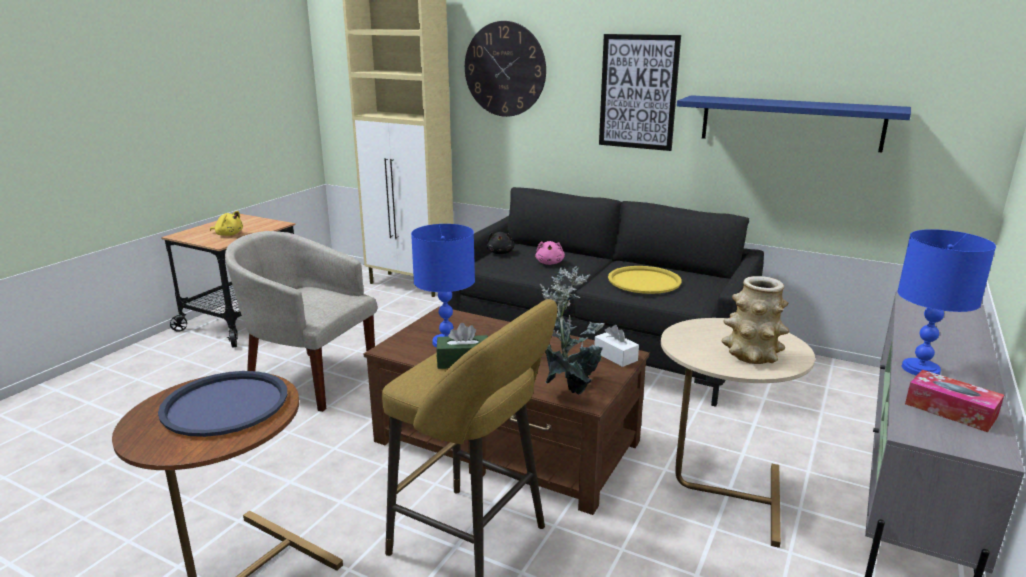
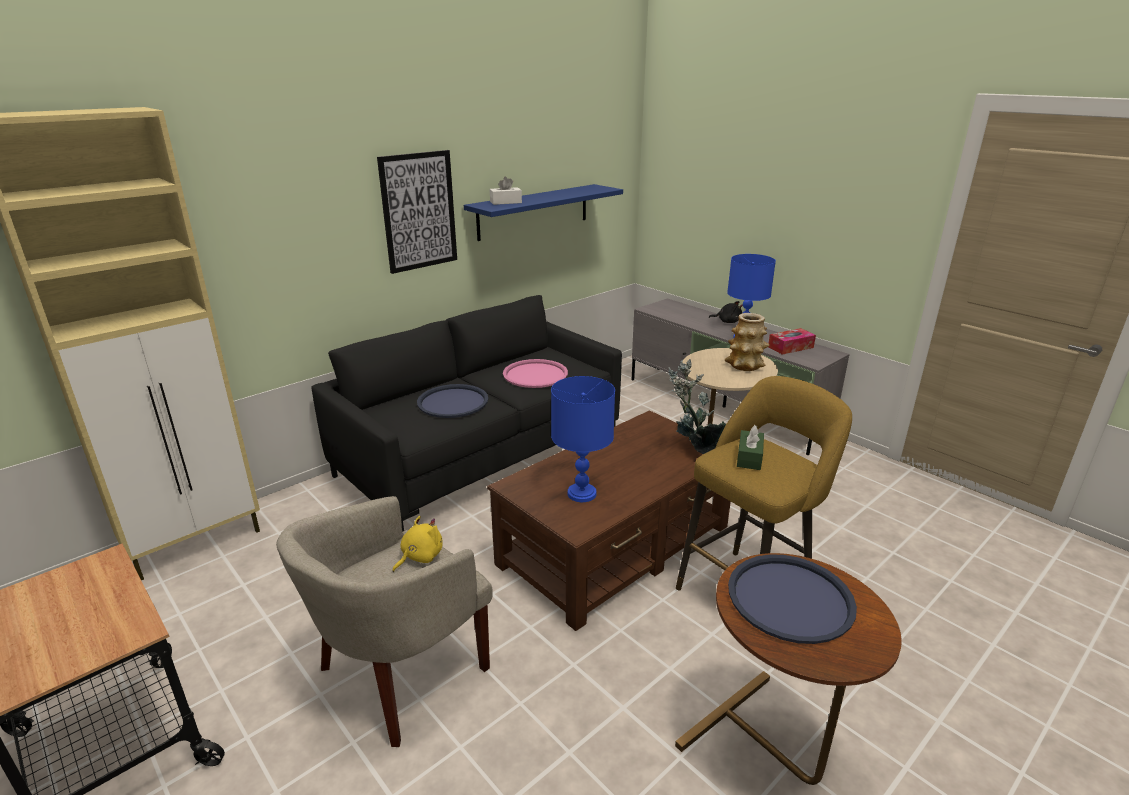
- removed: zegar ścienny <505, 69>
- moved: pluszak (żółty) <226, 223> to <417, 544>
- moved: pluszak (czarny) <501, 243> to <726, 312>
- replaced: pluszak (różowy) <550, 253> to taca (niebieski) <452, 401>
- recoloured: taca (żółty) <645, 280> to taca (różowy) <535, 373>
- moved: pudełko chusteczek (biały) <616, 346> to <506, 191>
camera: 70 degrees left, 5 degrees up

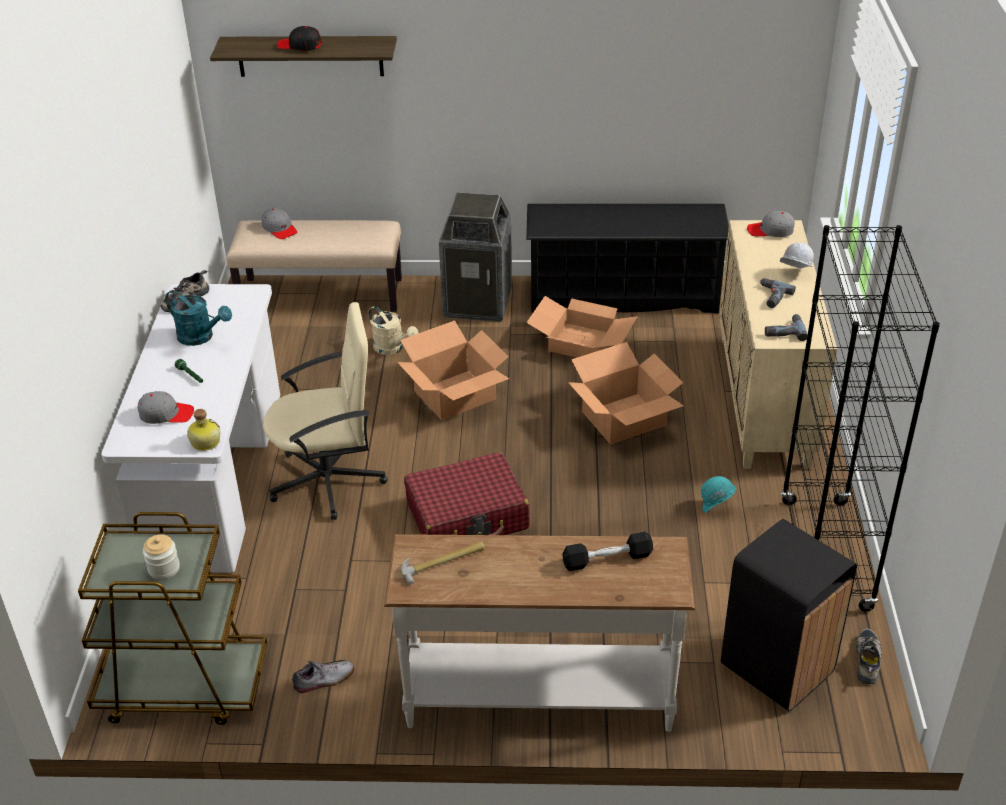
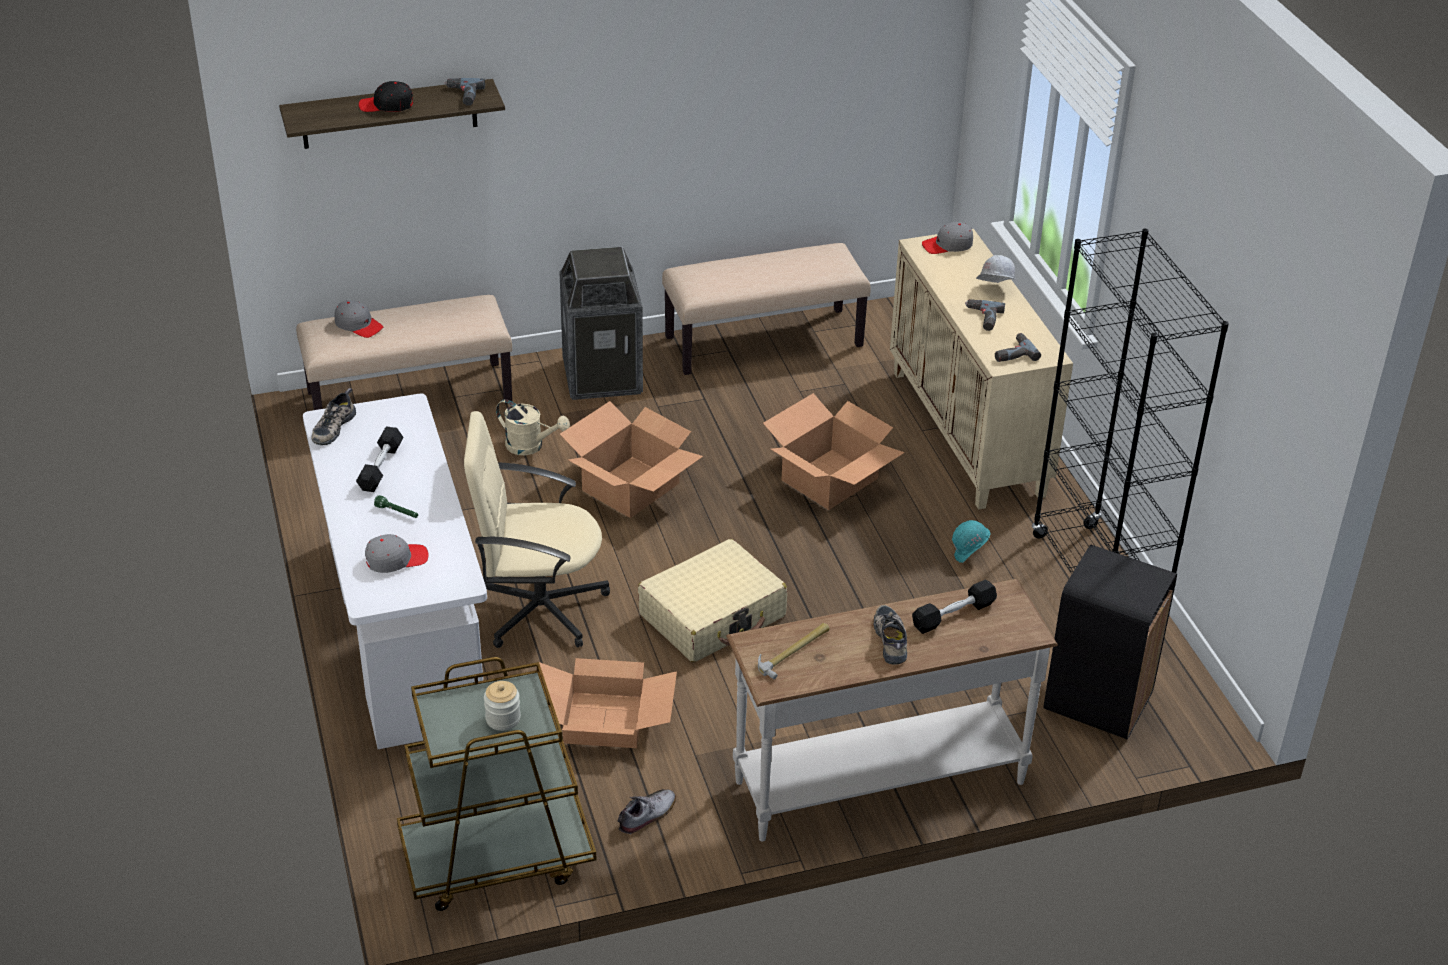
- replaced: regał na buty (czarny) <627, 258> to ławka (beżowy) <766, 309>
- replaced: konewka (turkusowy) <198, 318> to hantel (czarny) <379, 459>
- moved: karton <582, 327> to <608, 703>
- turned: krzesło biurowe (beżowy) <325, 411> = <537, 529> 150 degrees counterclockwise
- removed: butelka <203, 430>
- recoloured: walizka (czerwony) <467, 493> to walizka (beżowy) <712, 600>
- moved: but <869, 656> to <890, 635>
- added: wiertarka <465, 92>
camera: 20 degrees left, 0 degrees up

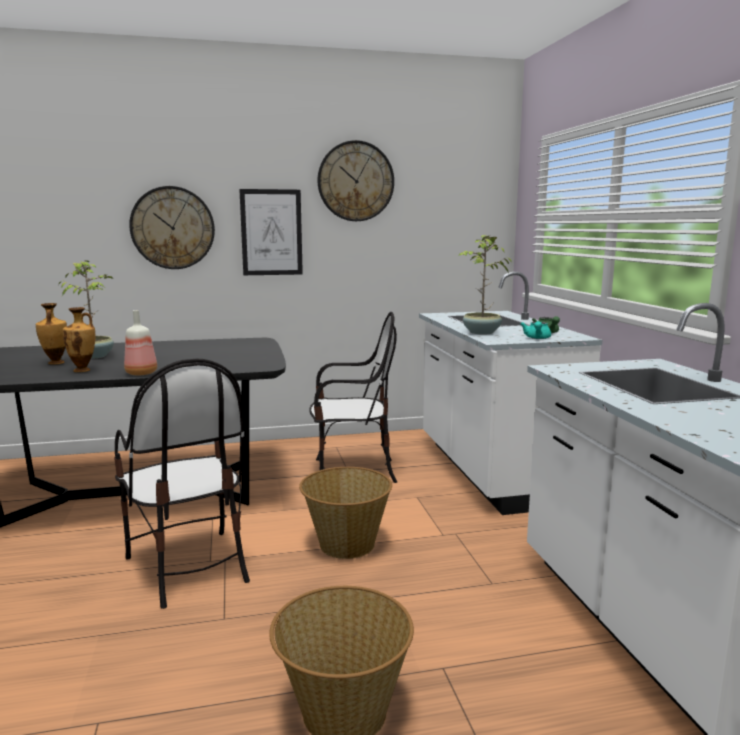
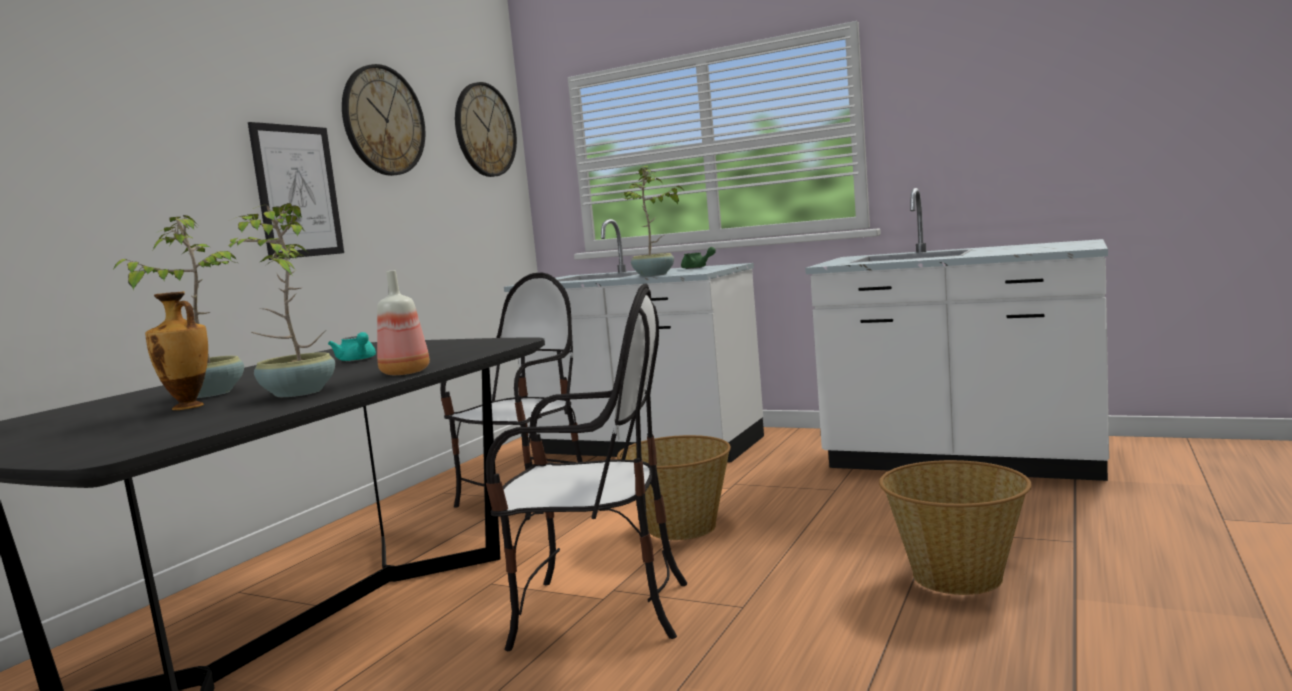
- moved: zegar ścienny <172, 227> to <486, 129>
- replaced: wazon <79, 339> to roślina doniczkowa <281, 300>
- moved: imbryk (turkusowy) <535, 330> to <352, 347>
camera: 50 degrees left, 5 degrees down

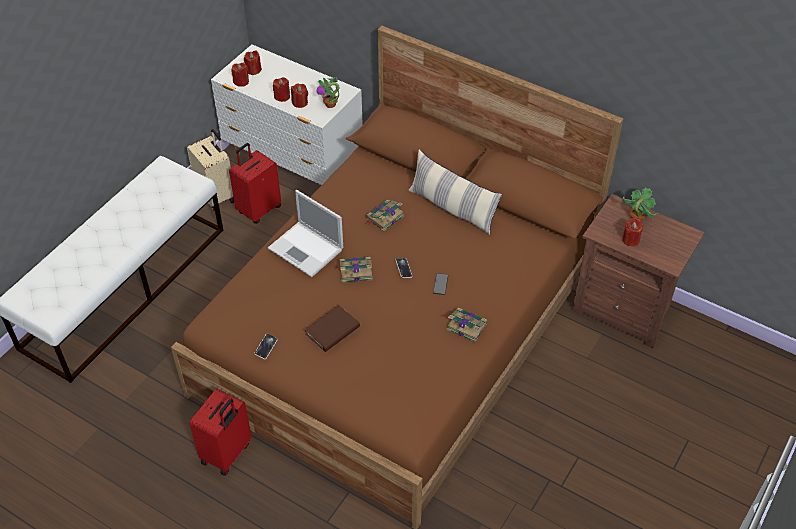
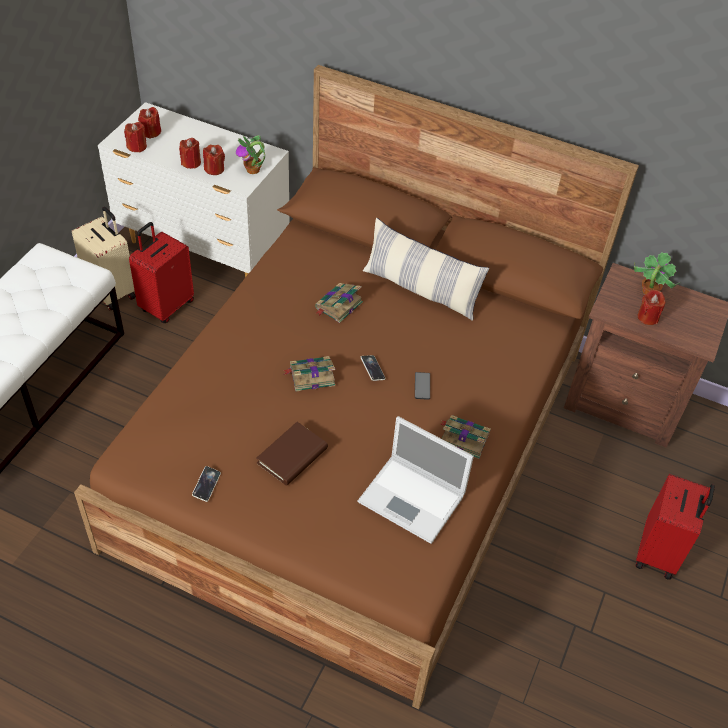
- moved: laptop <305, 233> to <415, 480>
- moved: walizka (czerwony) <221, 432> to <675, 527>
camera: 10 degrees left, 0 degrees up

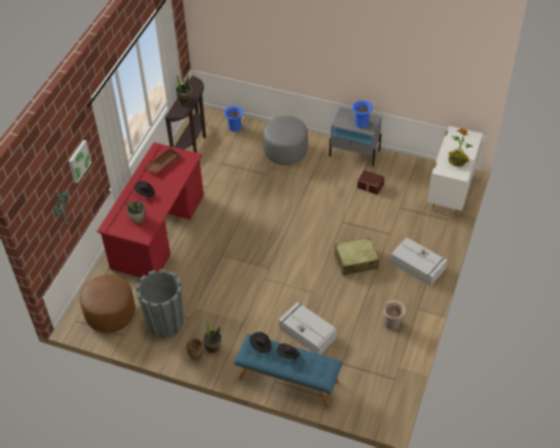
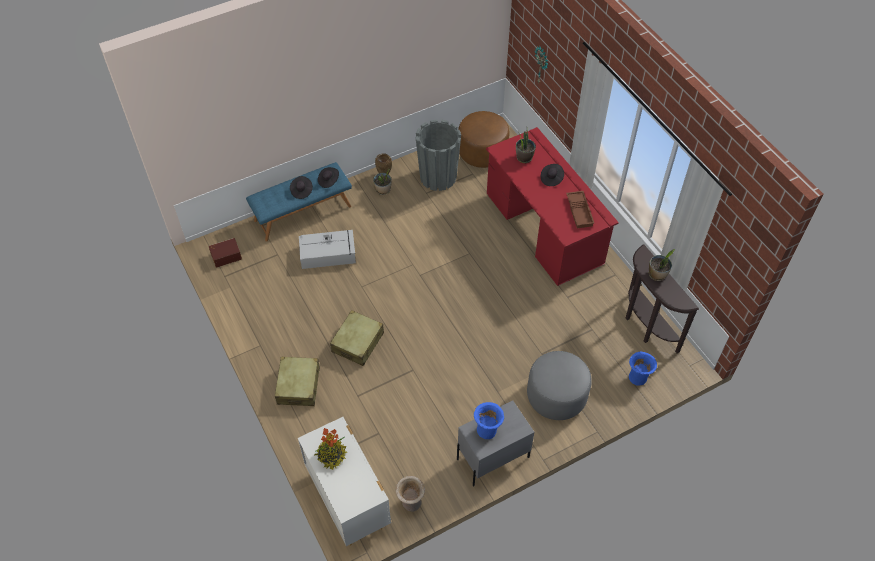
- removed: obraz <80, 162>
- moved: pojemnik do przechowywania (brązowy) <371, 182> to <225, 253>
- replaced: pojemnik do przechowywania (szary) <419, 262> to walizka (beżowy) <297, 381>
- moved: wazon (beżowy) <394, 315> to <410, 493>
camera: 130 degrees right, 5 degrees up

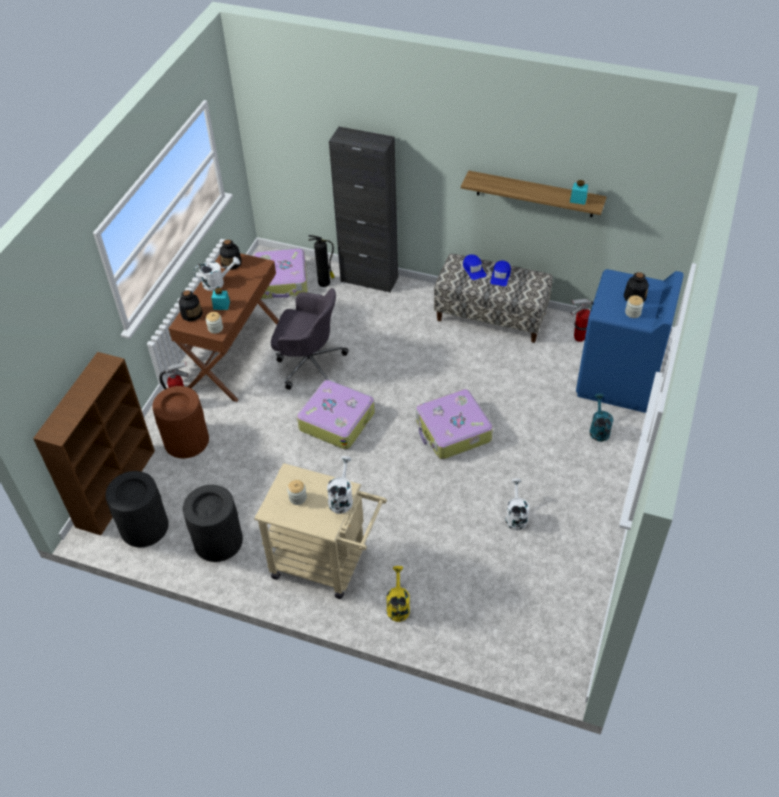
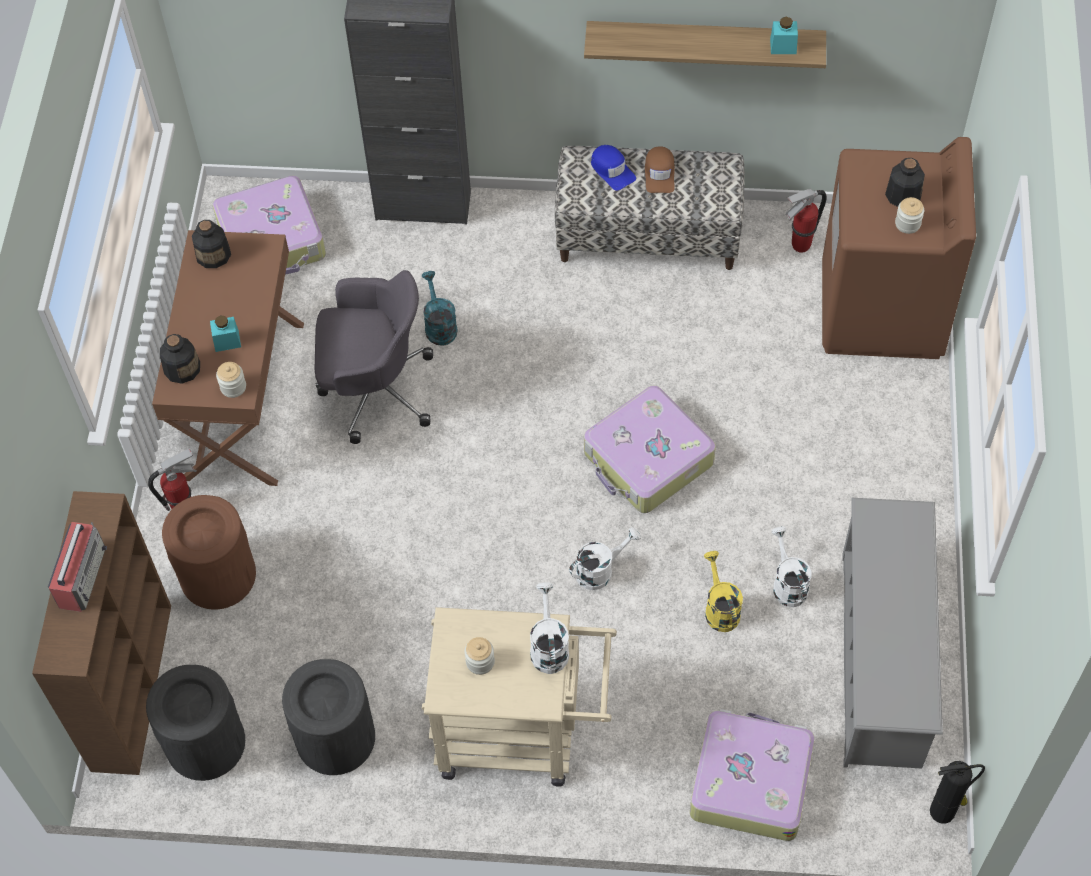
- moved: gaśnica <321, 261> to <957, 792>
- moved: konewka (biały) <217, 274> to <605, 558>
- recoloured: czapka z daszkiem (niebieski) <500, 273> to czapka z daszkiem (brązowy) <660, 169>
- recoloured: pralka (niebieski) <630, 341> to pralka (brązowy) <899, 248>
- moved: walizka <336, 414> to <752, 775>
- moved: konewka (turkusowy) <601, 418> to <439, 308>
- moved: konewka (żółty) <398, 594> to <723, 591>
- added: regał na buty (szary) <892, 633>
- added: radio <77, 567>
camera: 15 degrees left, 10 degrees up

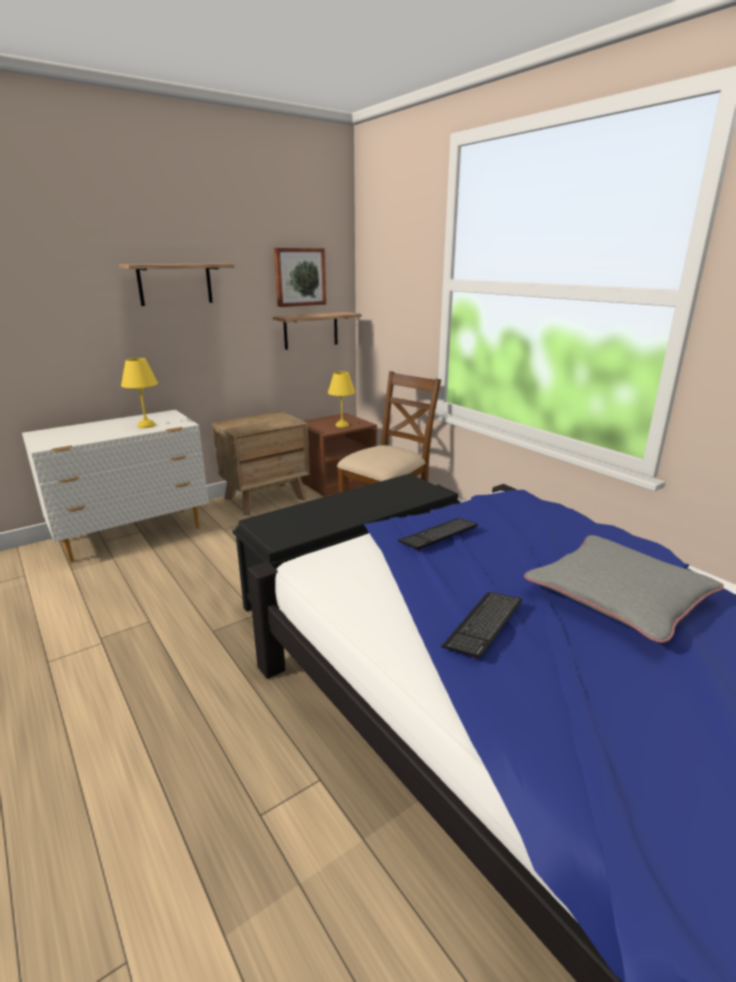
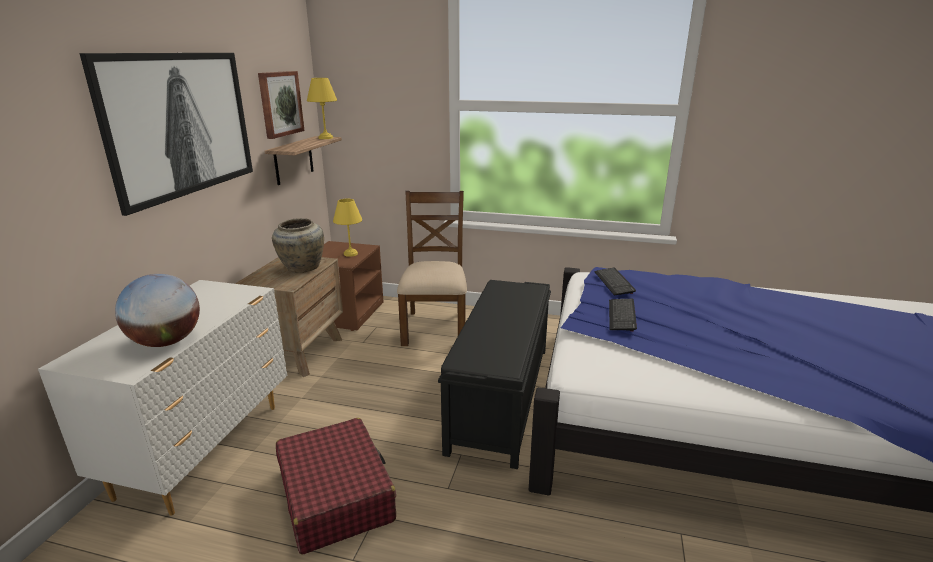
- replaced: półka <176, 285> to obraz <166, 134>
- moved: lampa stołowa (żółty) <139, 393> to <322, 108>
- removed: poduszka (szary) <624, 589>
- moved: klawiatura <481, 625> to <615, 281>
- added: wazon (beżowy) <298, 245>
- added: globus <157, 310>
- added: walizka (czerwony) <336, 486>
camera: 40 degrees left, 0 degrees up

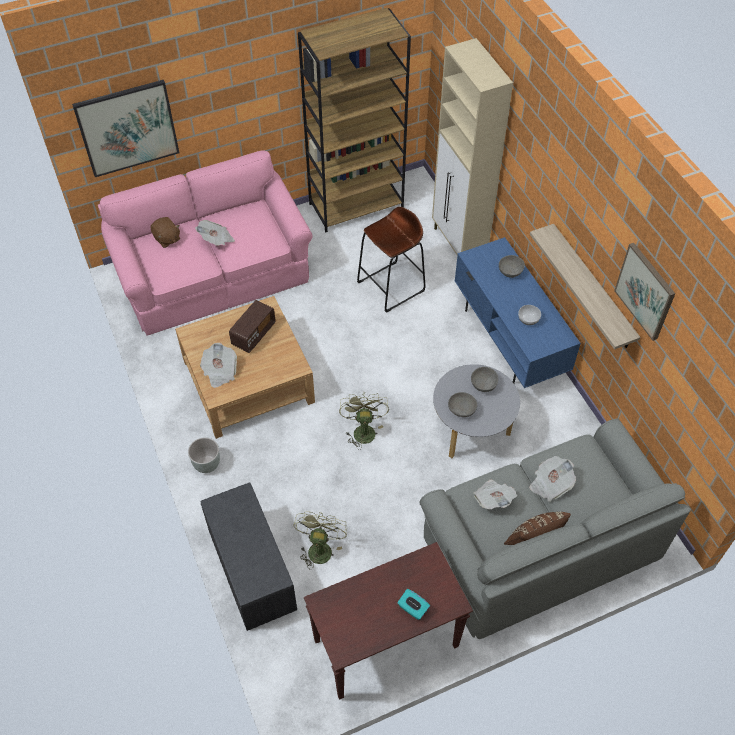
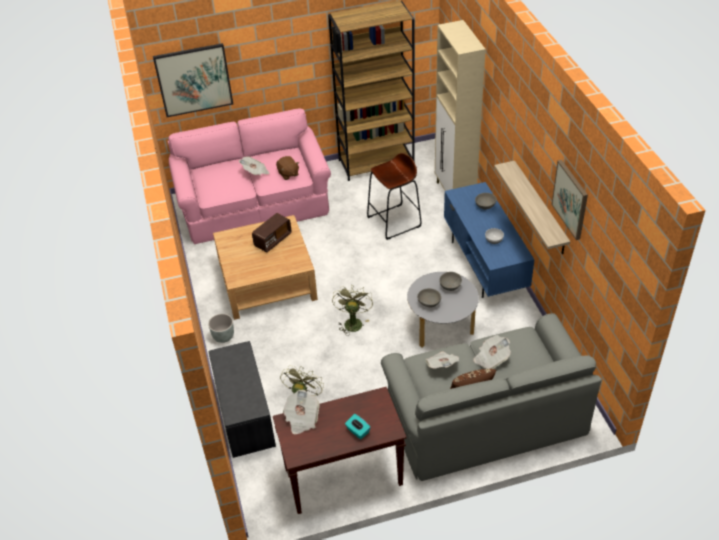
- moved: pluszak (brązowy) <165, 232> to <287, 168>
- moved: gazeta <218, 365> to <301, 412>
camera: 10 degrees right, 10 degrees down

